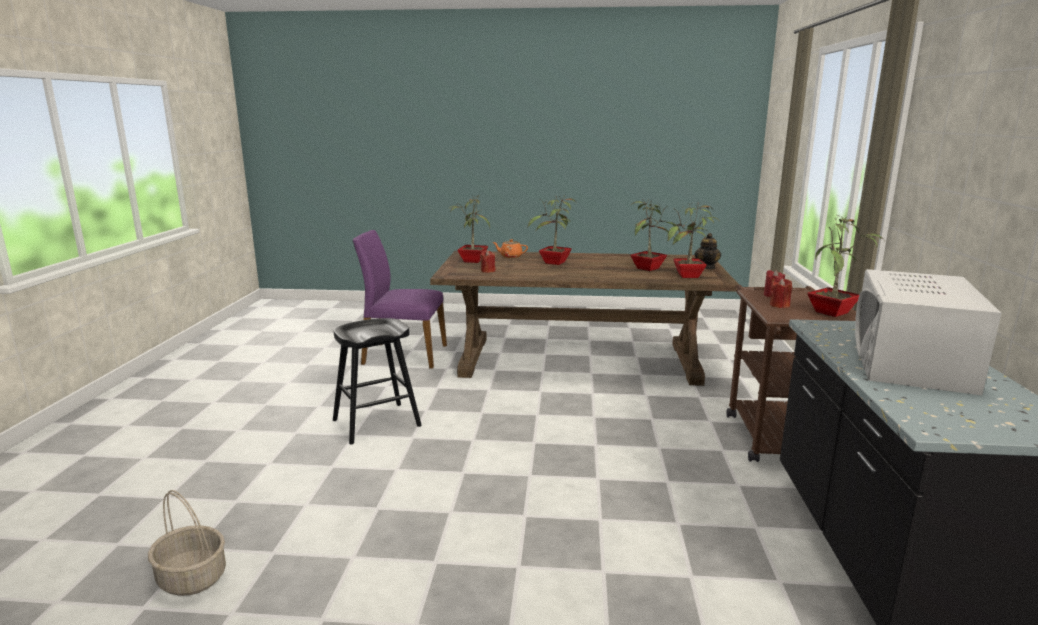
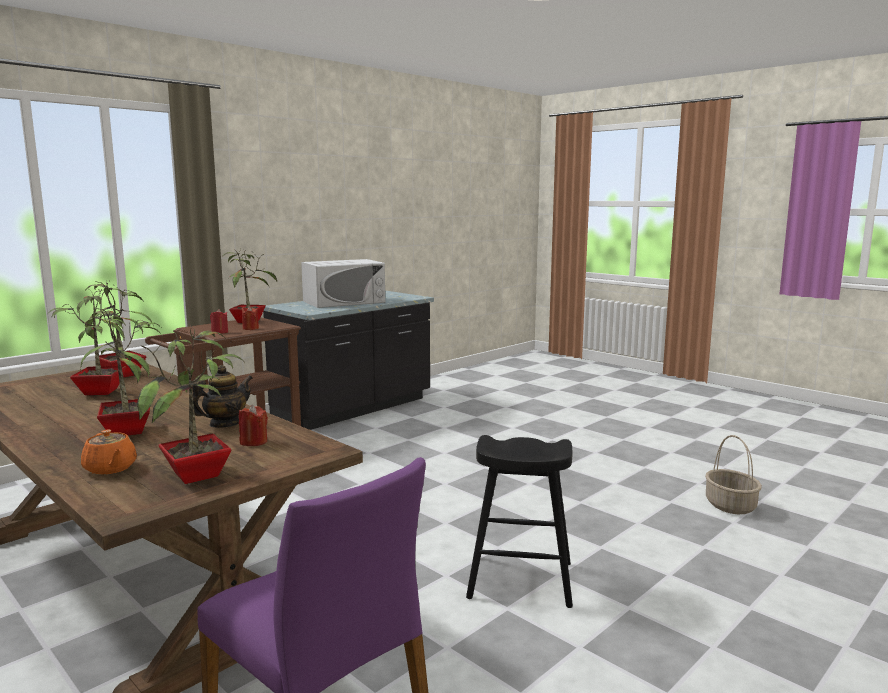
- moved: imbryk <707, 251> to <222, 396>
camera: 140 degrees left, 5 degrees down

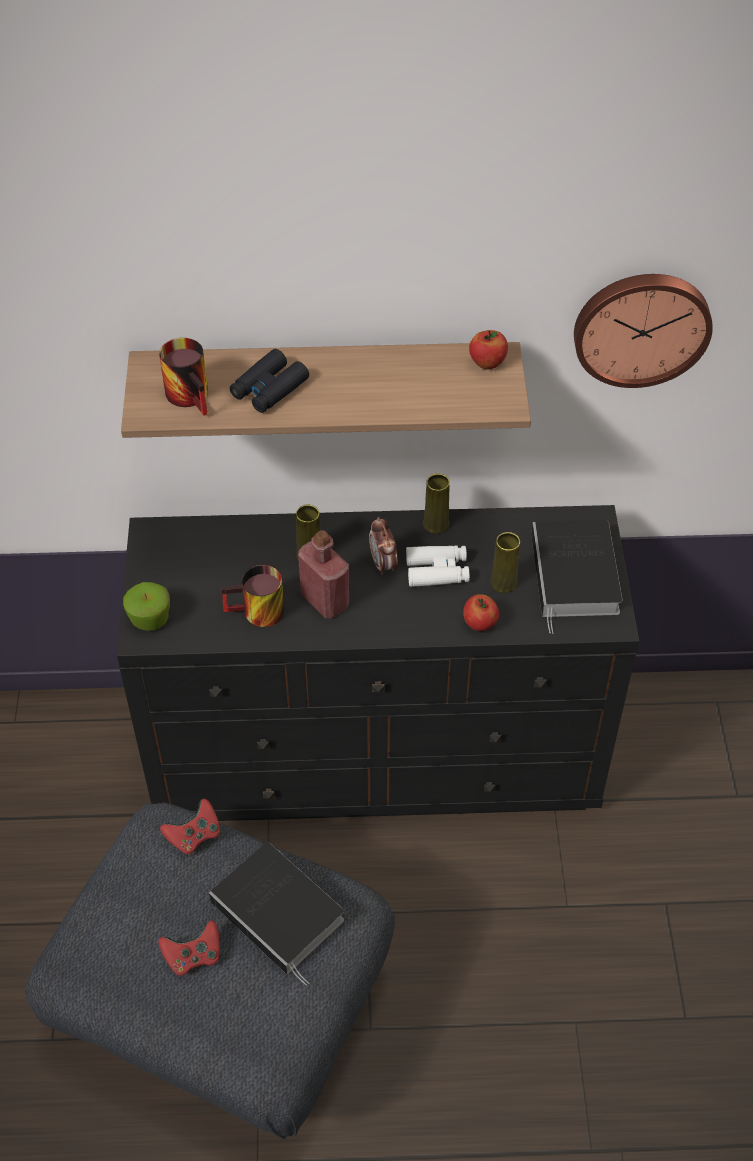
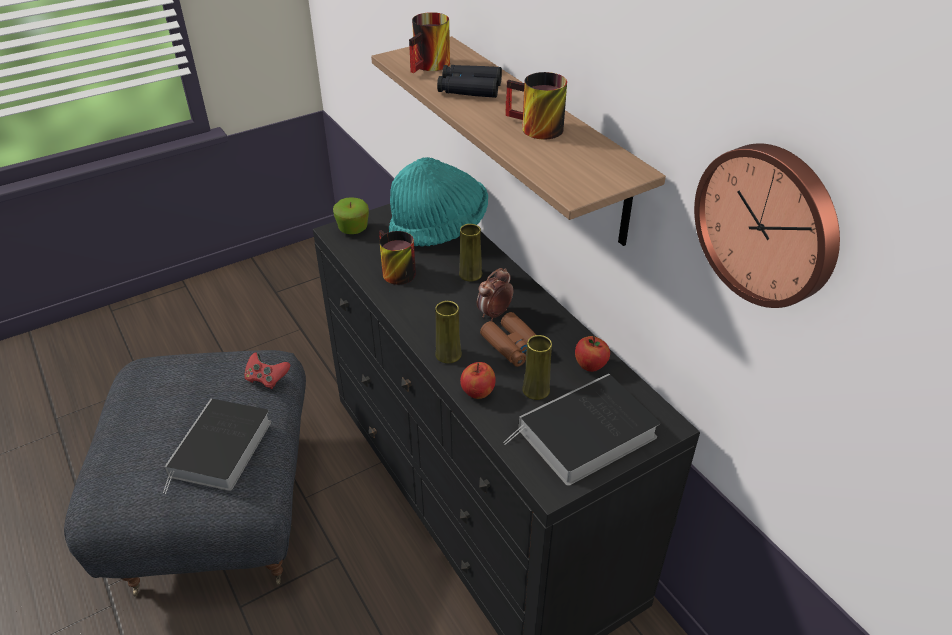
- moved: jabłko <488, 349> to <592, 354>
- moved: wazon (żółty) <436, 503> to <448, 332>
- removed: butelka (czerwony) <323, 574>
- recoloured: lornetka (biały) <438, 566> to lornetka (brązowy) <508, 339>
- removed: pad do gier (czerwony) <189, 948>
- added: kubek <536, 105>
- added: kapelusz (turkusowy) <438, 202>
camera: 60 degrees right, 10 degrees down

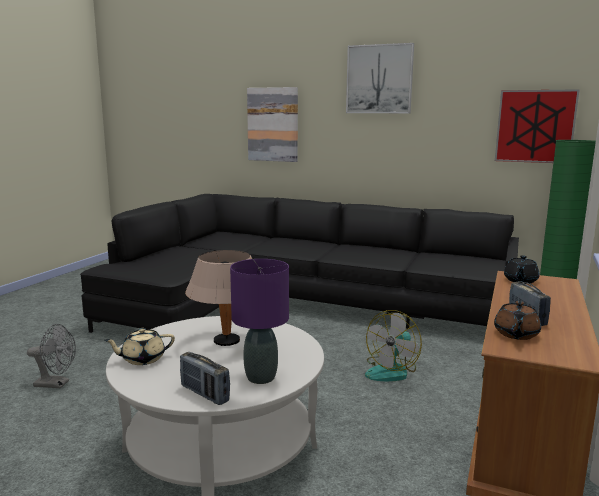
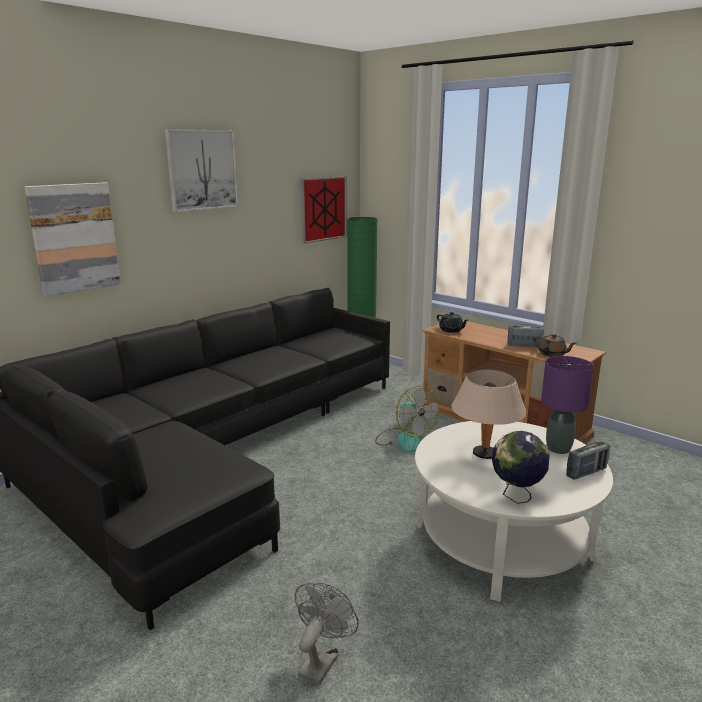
- replaced: imbryk (beżowy) <139, 346> to globus <521, 467>
camera: 70 degrees left, 5 degrees up

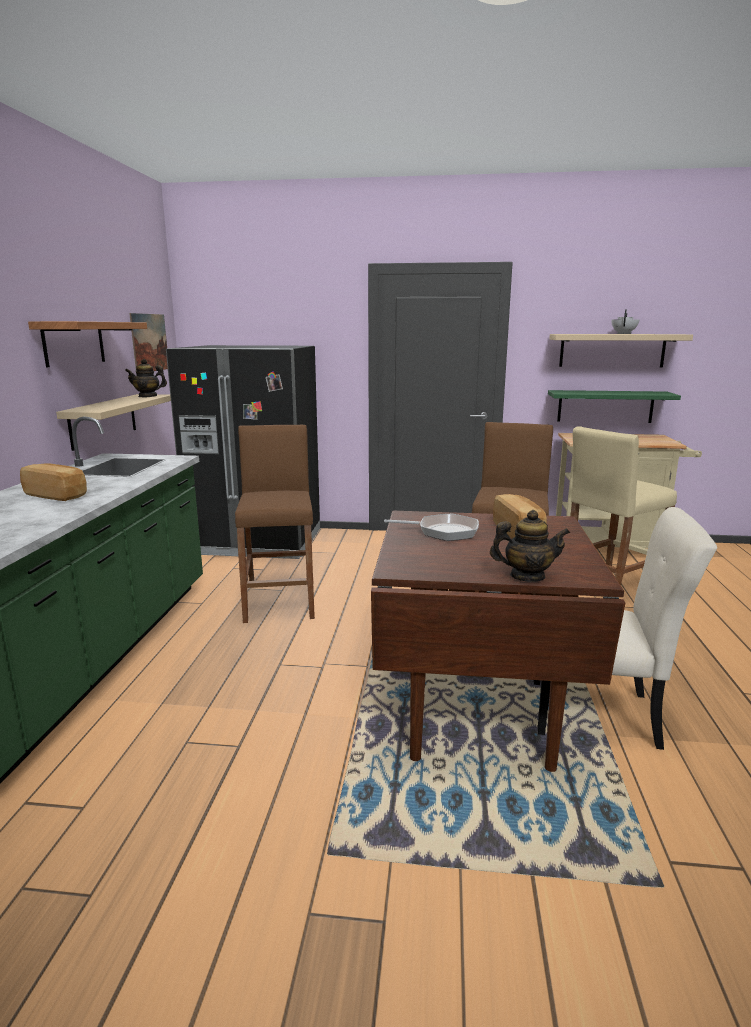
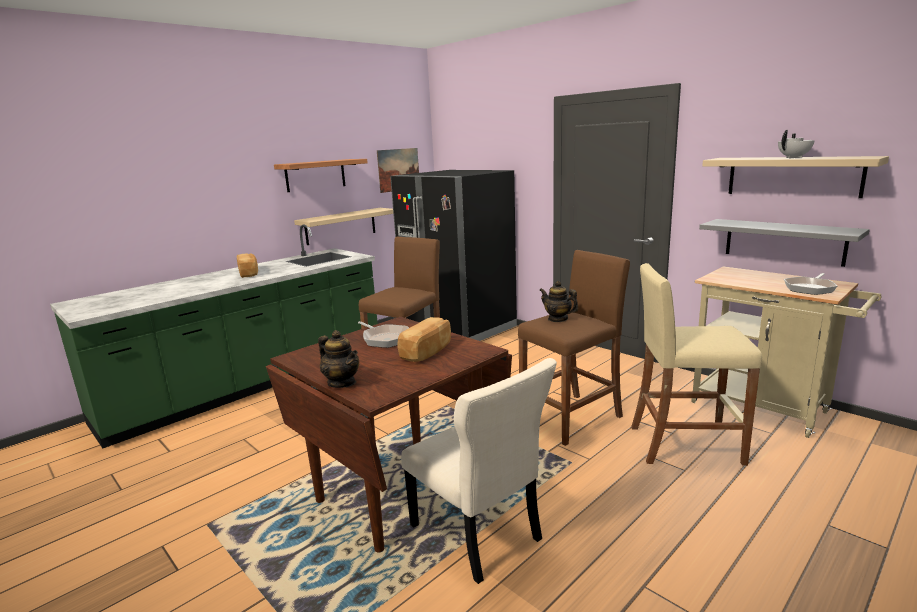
- moved: imbryk <146, 378> to <559, 301>
- recoloured: półka (zielony) <614, 406> to półka (szary) <784, 243>
- added: patelnia <810, 284>
camera: 40 degrees right, 0 degrees up

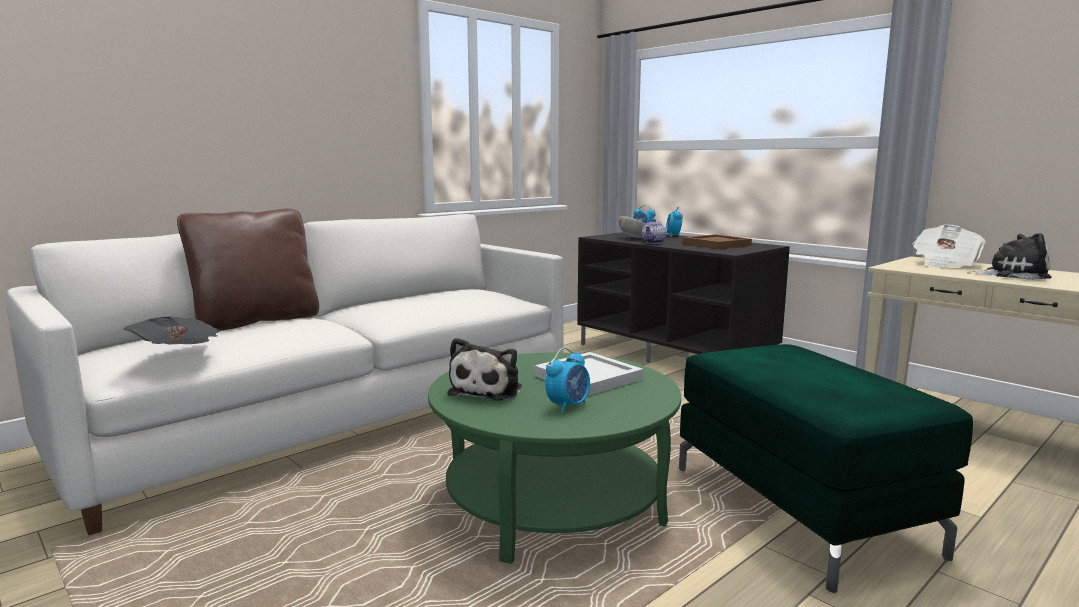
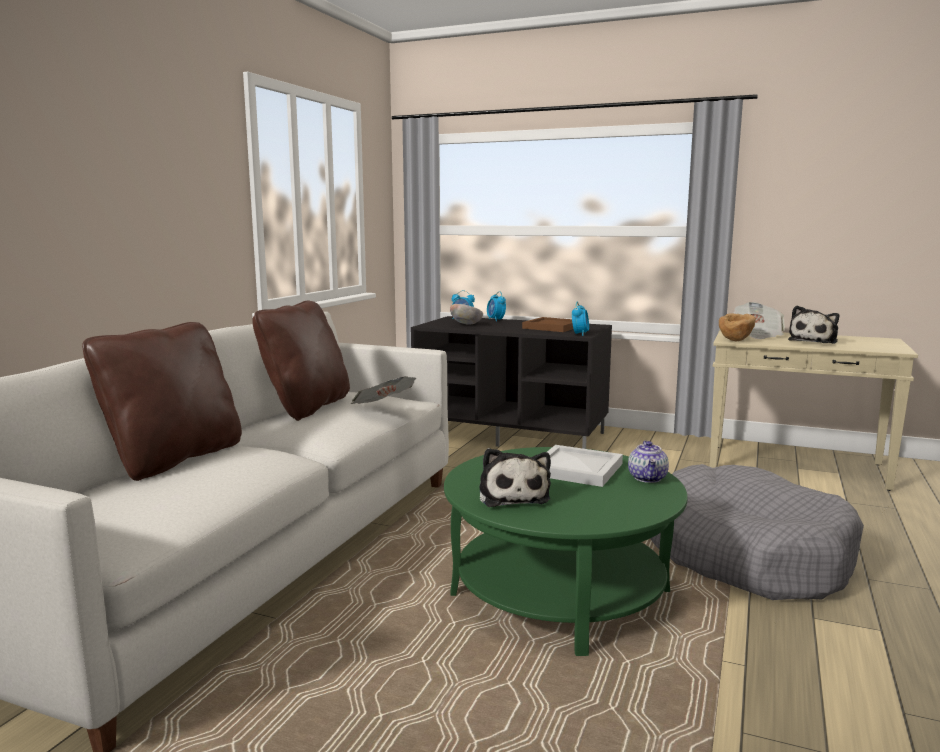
- moved: imbryk <654, 231> to <648, 462>
- turned: pluszak <1009, 256> = <813, 325> 135 degrees clockwise
- moved: gazeta <171, 331> to <383, 390>
- replaced: pufa (zielony) <826, 468> to legowisko (szary) <757, 532>
- moved: budzik <567, 380> to <580, 319>
- added: poduszka (brązowy) <301, 360>
- added: miska (brązowy) <737, 327>
camera: 25 degrees left, 0 degrees up

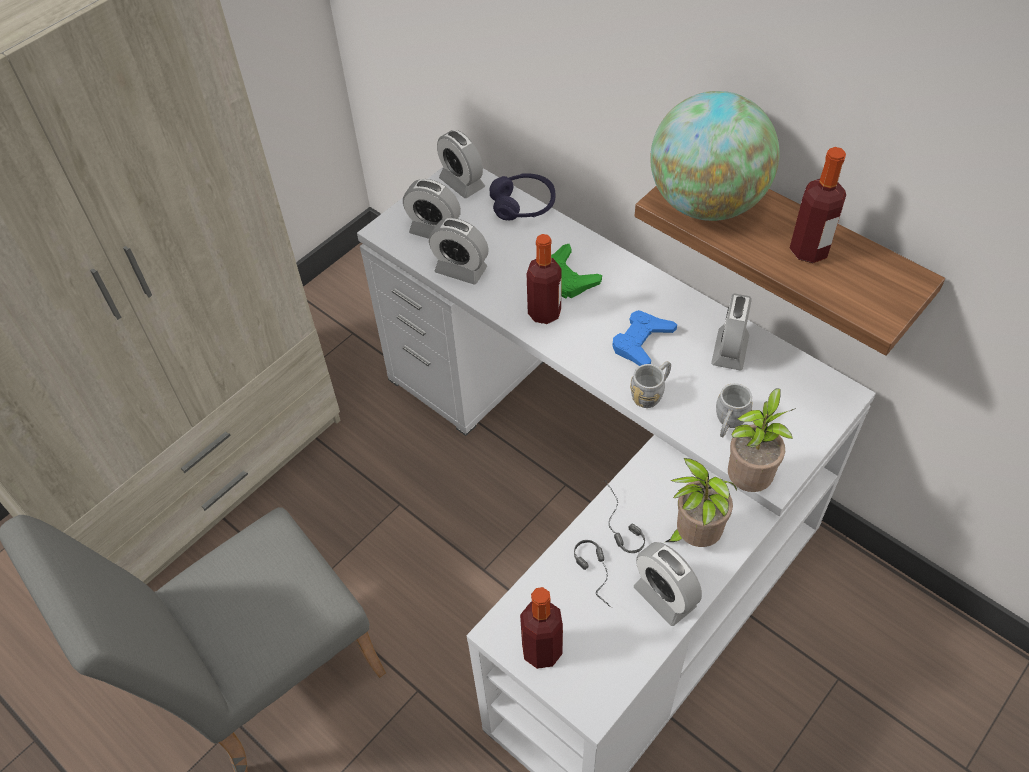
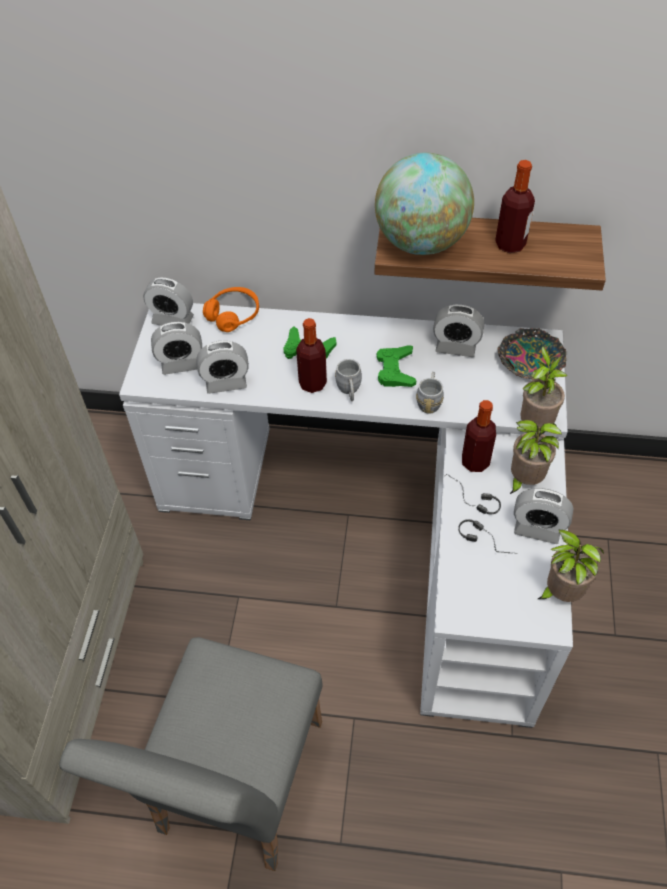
- recoloured: słuchawki (fioletowy) <522, 196> to słuchawki (pomarańczowy) <231, 309>
- turned: budzik <731, 332> = <458, 330> 60 degrees counterclockwise
- recoloured: pad do gier (niebieski) <644, 338> to pad do gier (zielony) <396, 366>
- moved: kubek (szary) <734, 410> to <348, 380>
- moved: butelka <541, 628> to <479, 436>
- added: miska <532, 354>
- added: roślina doniczkowa <571, 565>
camera: 35 degrees left, 0 degrees up

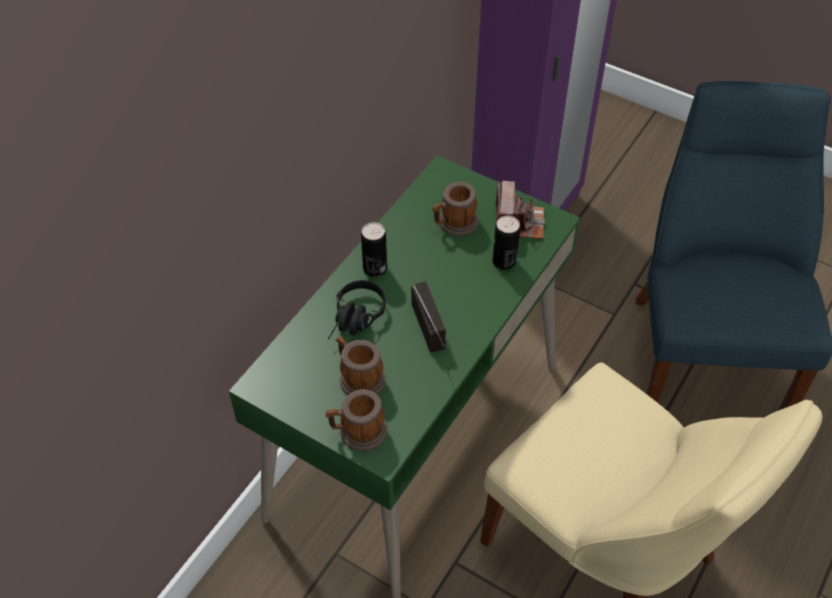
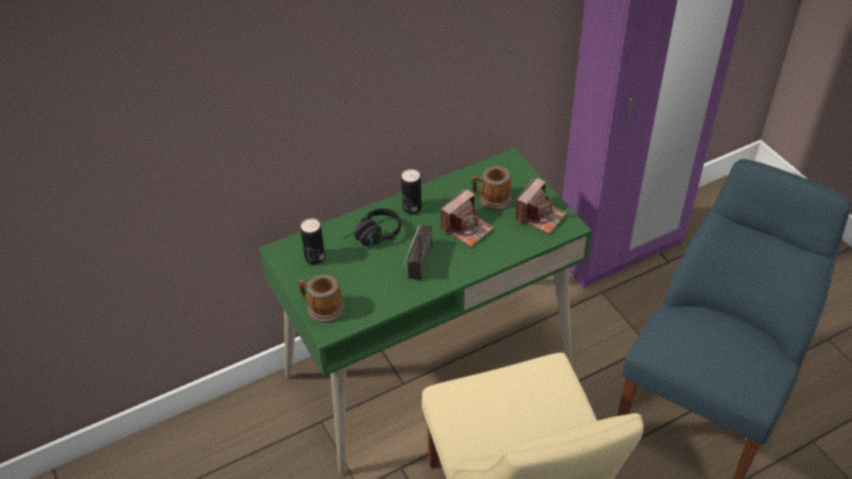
- moved: puszka <506, 243> to <312, 241>
- removed: kubek <360, 366>
- added: aparat fotograficzny <467, 217>
camera: 30 degrees right, 5 degrees down

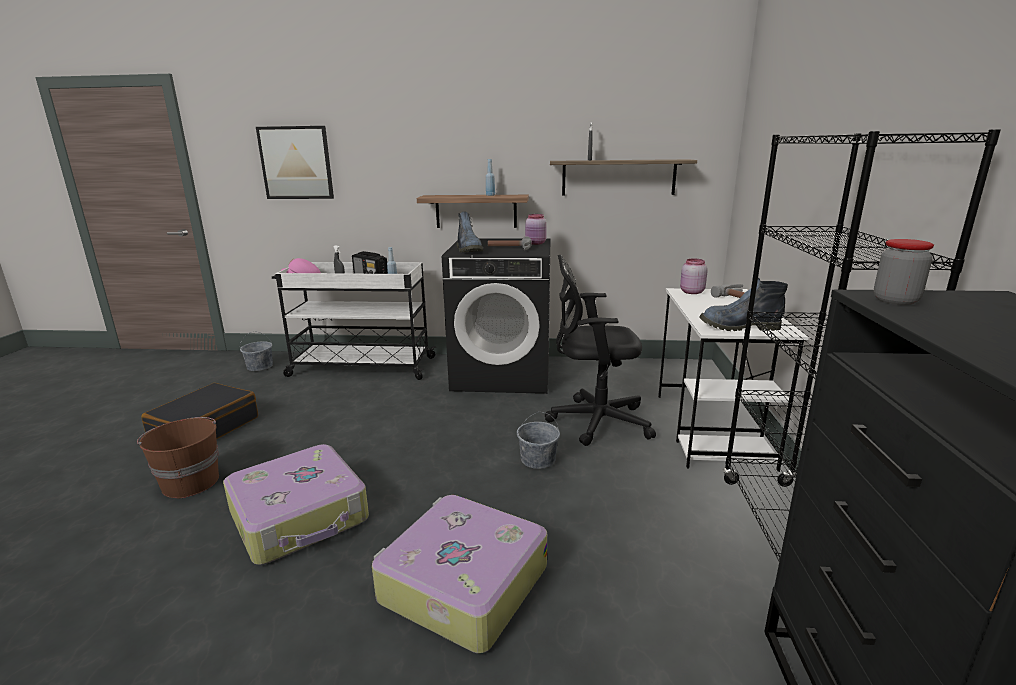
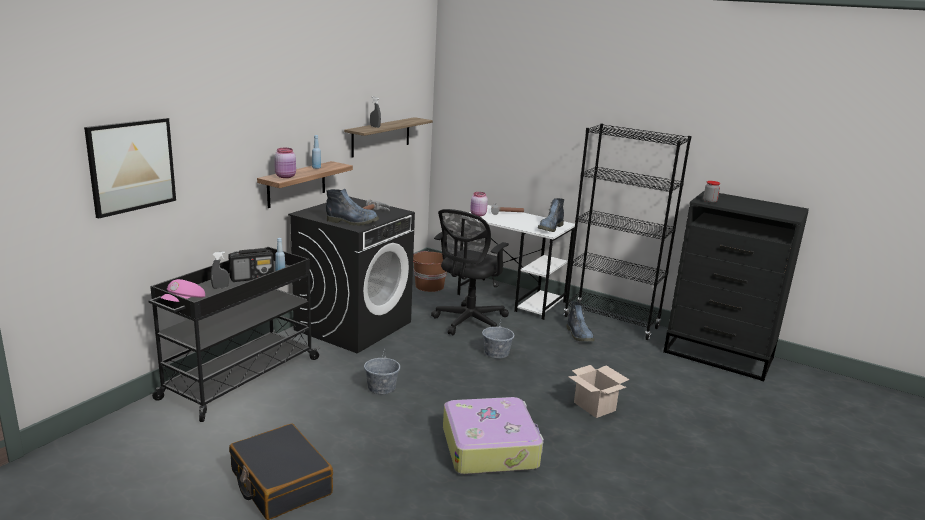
- moved: słoik (różowy) <536, 229> to <285, 163>
- recoloured: wózek (biały) <354, 321> to wózek (czarny) <234, 334>
- moved: wiadro (szary) <256, 351> to <382, 371>
- moved: wiadro (brązowy) <178, 457> to <430, 271>
- replaced: walizka <459, 574> to karton <598, 391>
- added: but z cholewką <580, 321>
camera: 65 degrees left, 0 degrees up

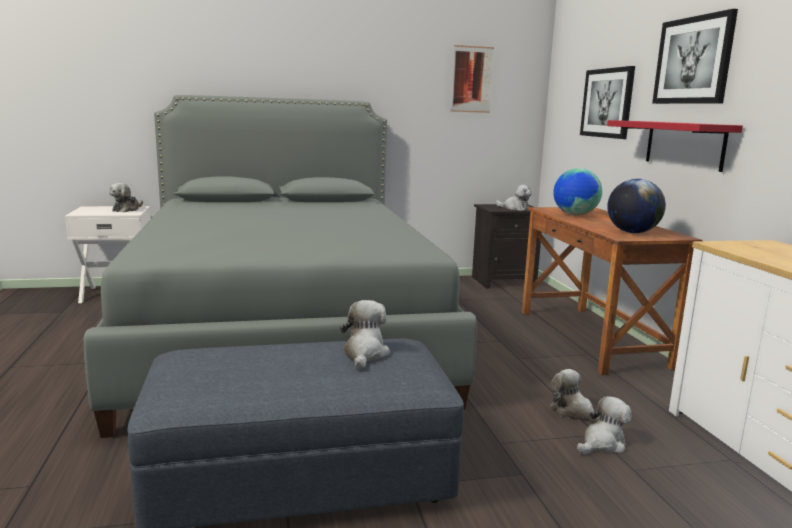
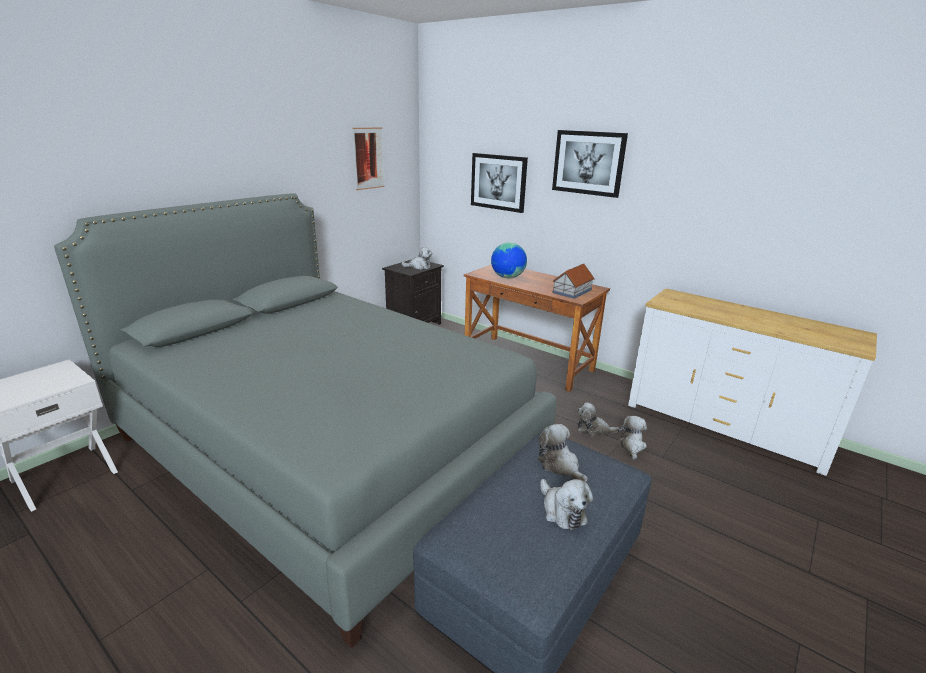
- removed: półka (czerwony) <675, 146>
- replaced: globus <636, 206> to domek <573, 281>
- moved: pluszak <126, 197> to <566, 504>
camera: 40 degrees left, 10 degrees up

